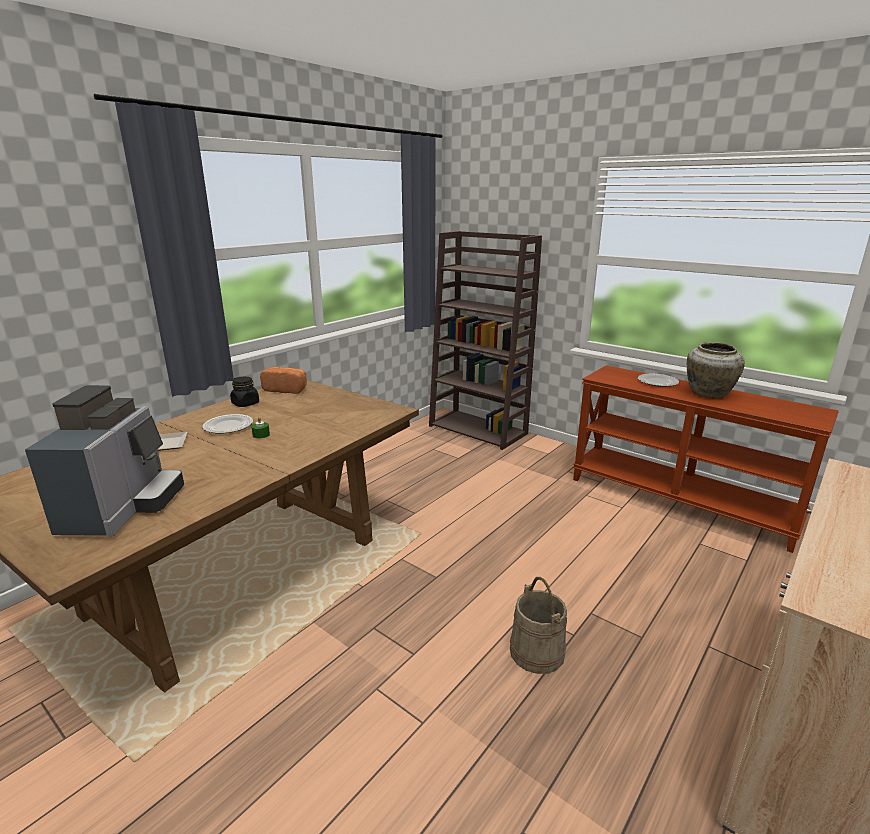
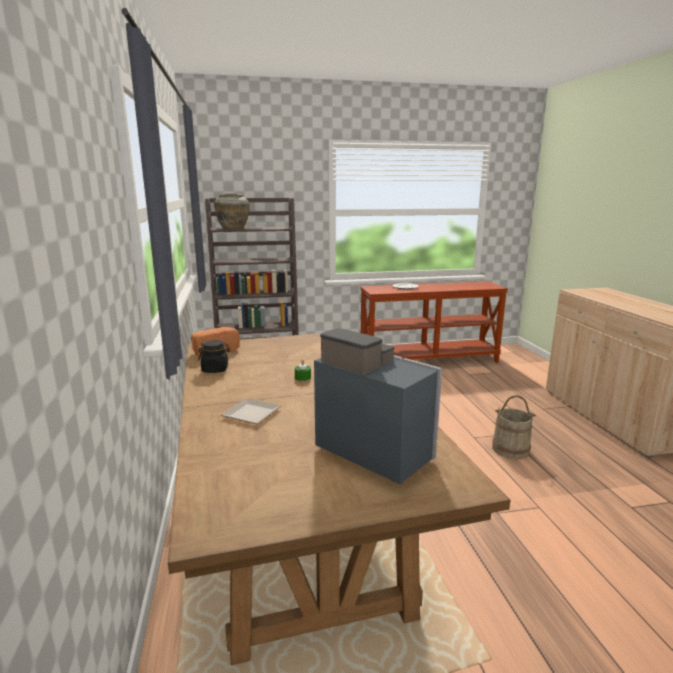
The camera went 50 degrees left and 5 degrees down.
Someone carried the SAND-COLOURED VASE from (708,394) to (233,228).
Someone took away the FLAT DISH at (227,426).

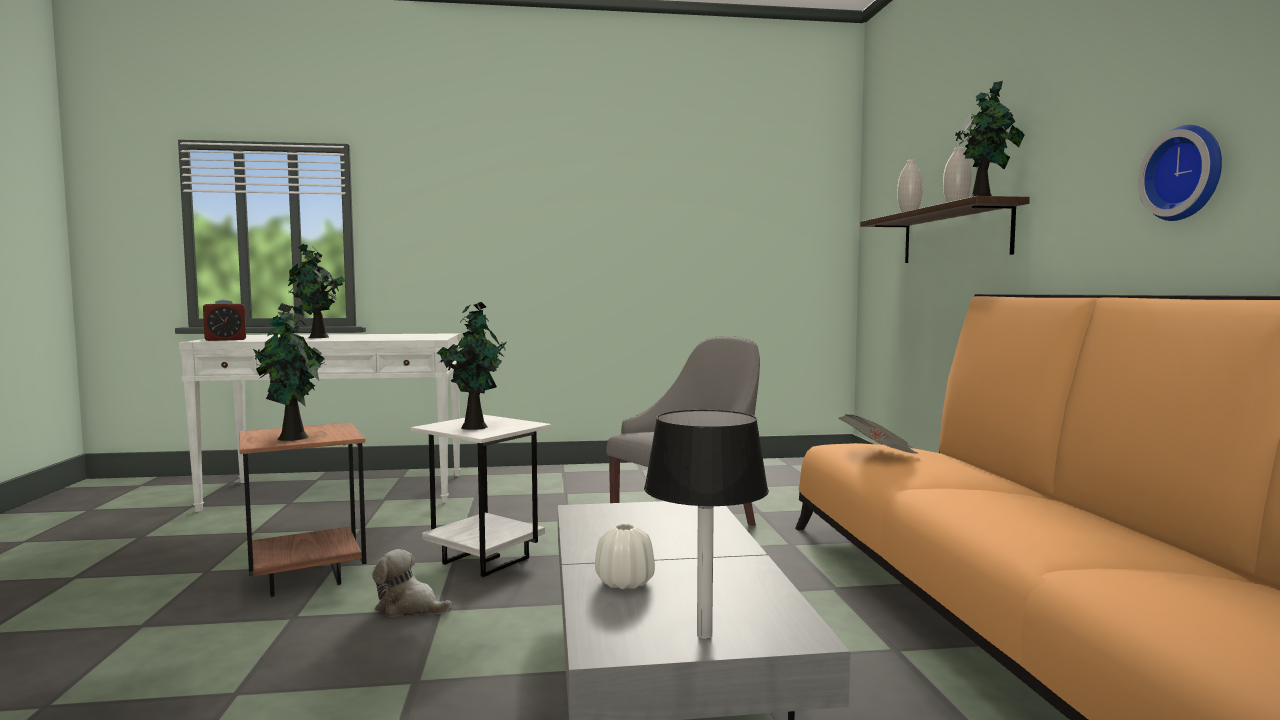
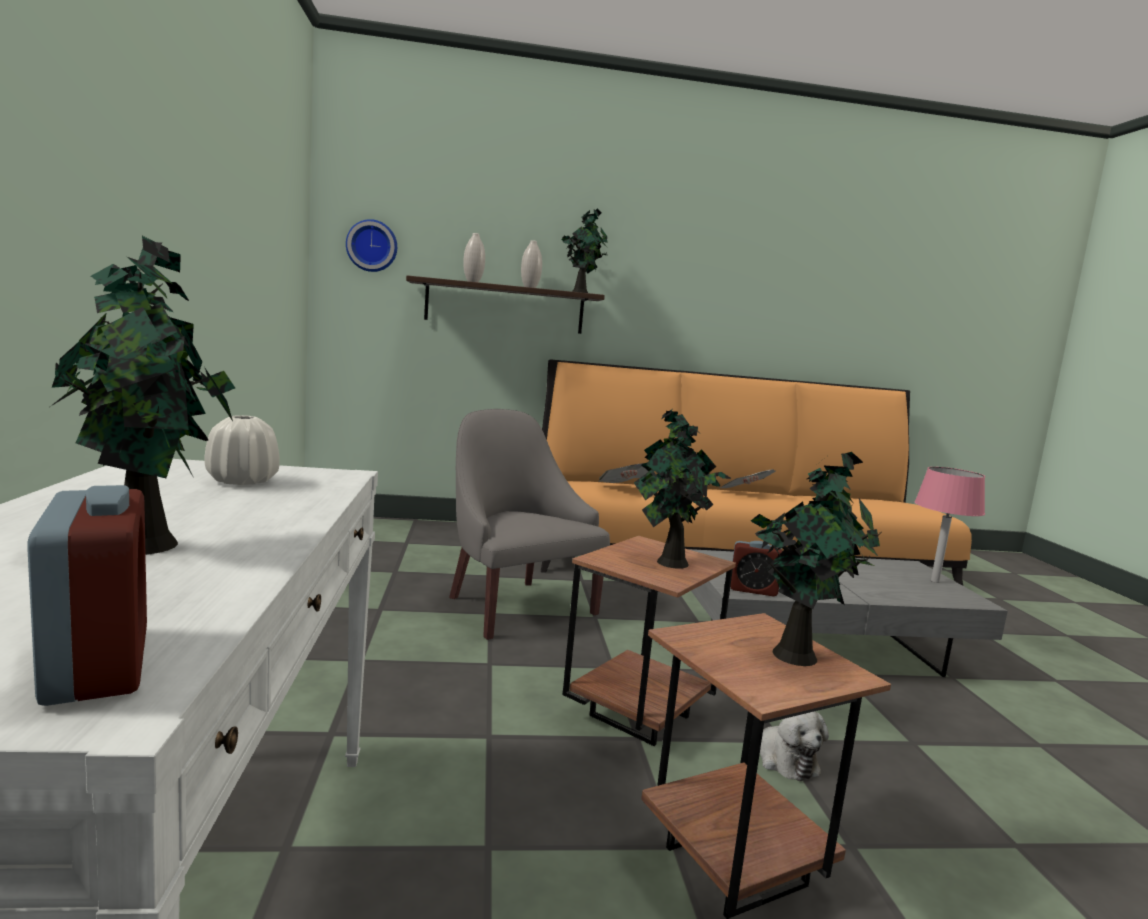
The camera went 90 degrees left and 5 degrees up.
Someone carried the HANGING CLOCK from (1186,173) to (372,246).
Someone repainted the BLACK TABLE LAMP at (705,635), which became the PINK TABLE LAMP at (934,581).
Someone repainted the WHITE-COLOURED END TABLE at (486,560), which became the BROWN-COLOURED END TABLE at (636,716).
Someone carried the WHITE-COLOURED VASE from (625,583) to (243,481).
Someone rotated the SOFT TOY at (409,607) by 45 degrees counterclockwise.
Someone put down the DAILY PAPER at (744,494).
Someone put down the ALARM CLOCK at (753,590).

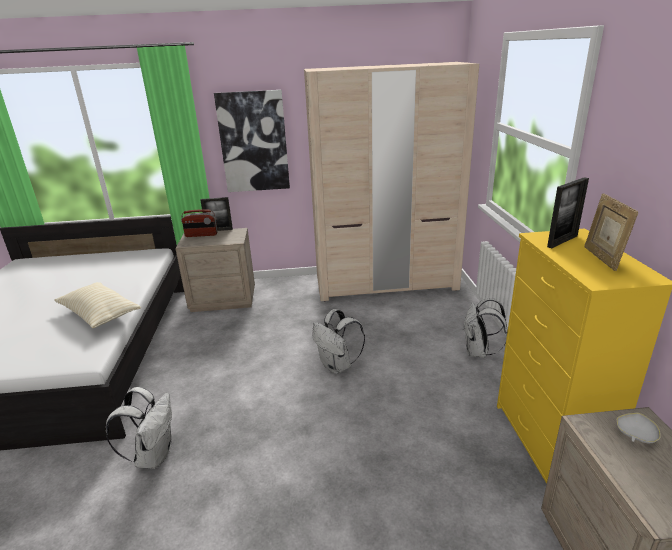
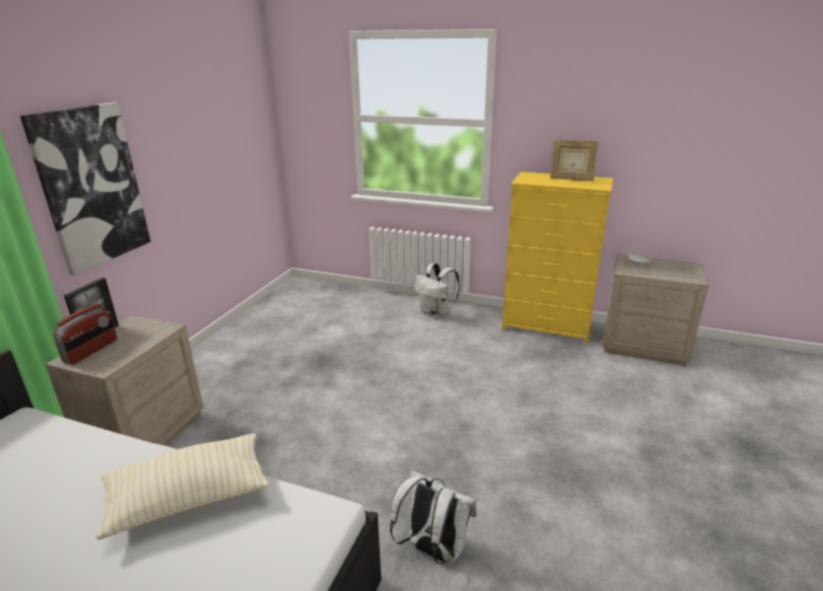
The camera went 65 degrees left and 0 degrees up.
Someone took away the SAND-COLOURED ARMOIRE at (385,283).
Someone took away the PHOTO FRAME at (562,241).
Someone took away the WHITE-COLOURED BACKPACK at (337,366).

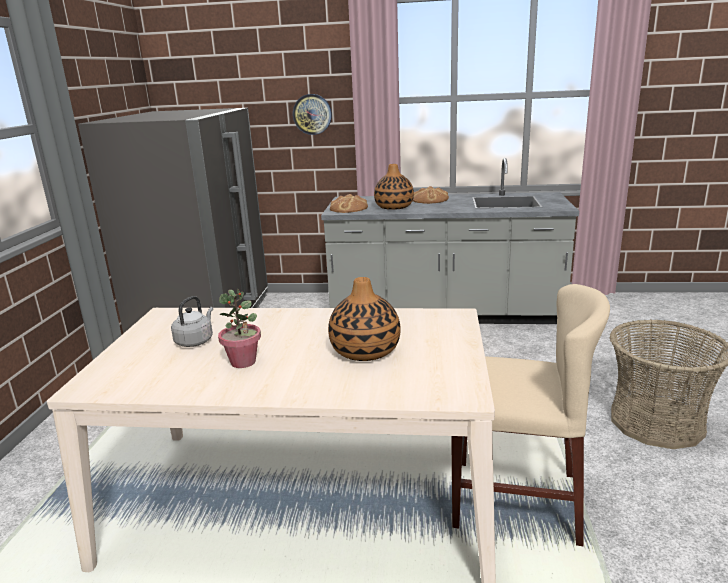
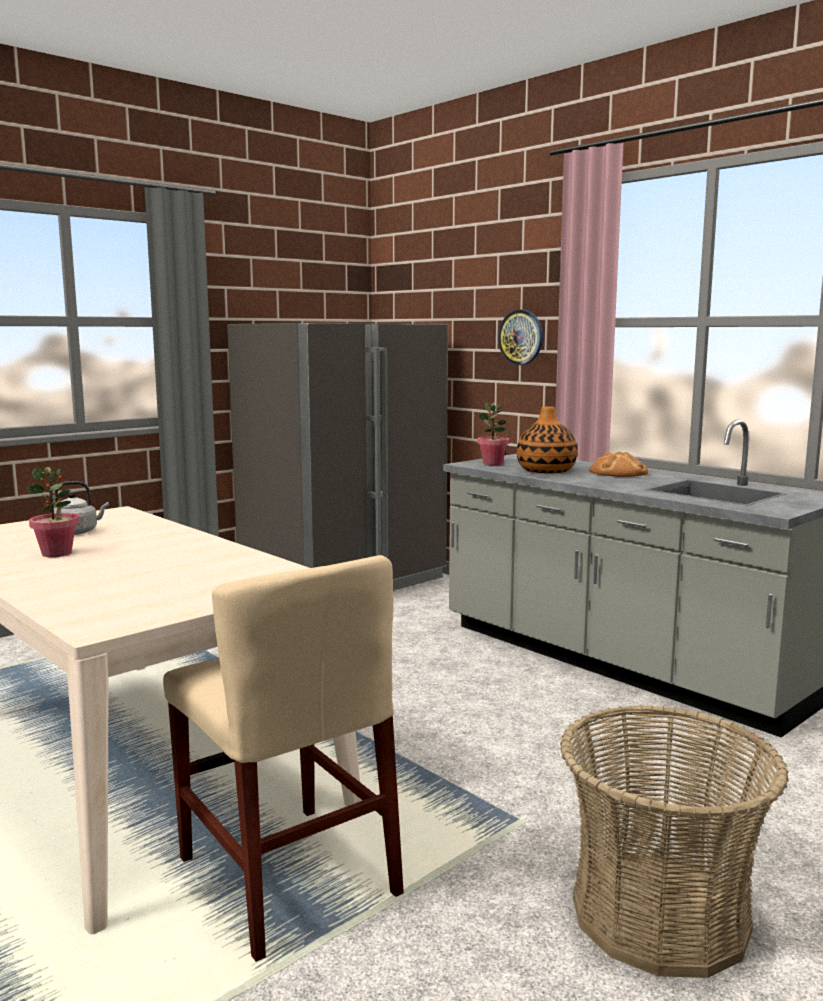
The camera went 40 degrees right and 10 degrees down.
Someone swapped the BAKERY BREAD at (348,208) for the HOUSEPLANT at (493,464).
Someone took away the VASE at (365,351).

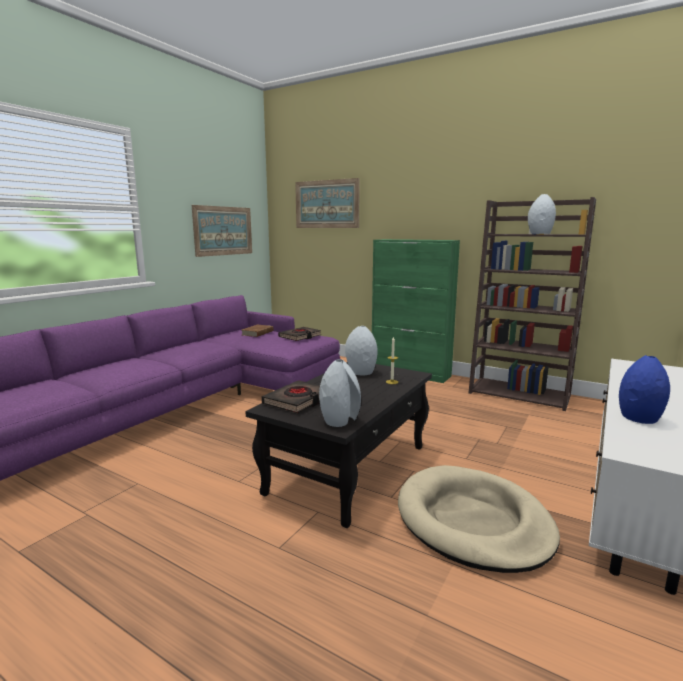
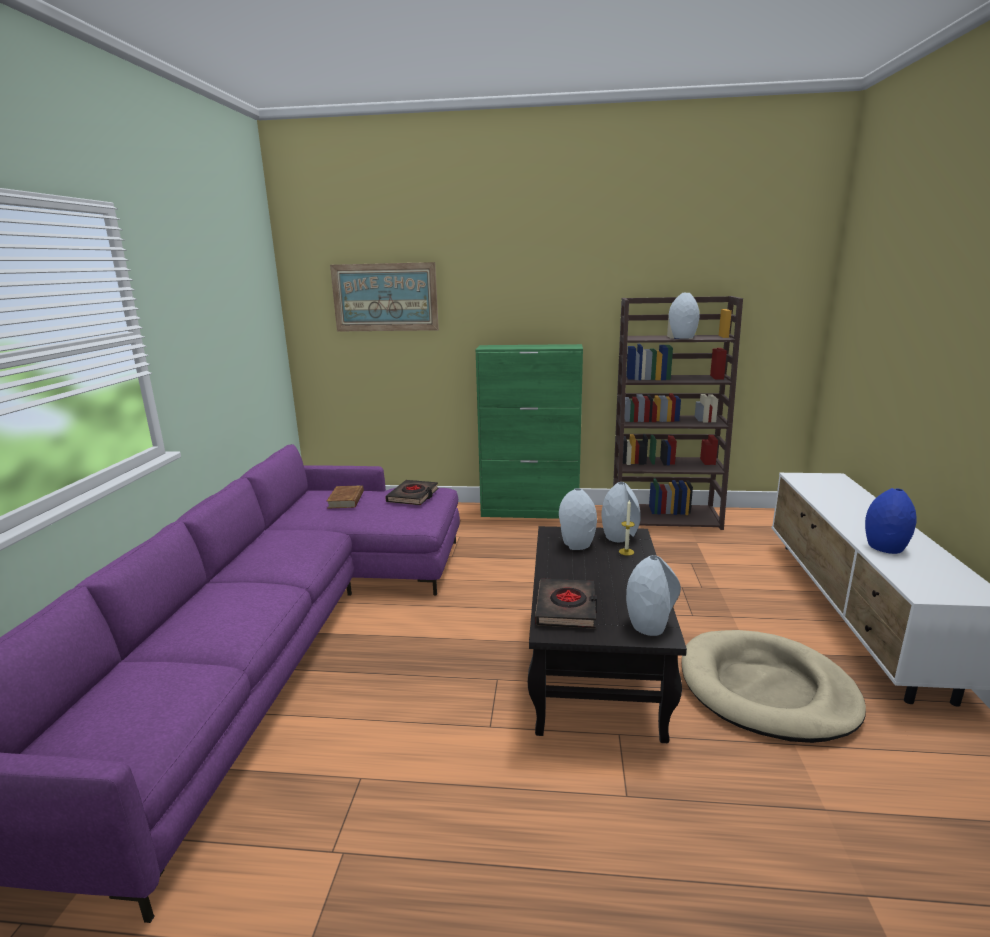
The camera went 25 degrees left and 5 degrees up.
Someone took away the WALL ART at (223,231).
Someone put down the GREY VASE at (619,536).

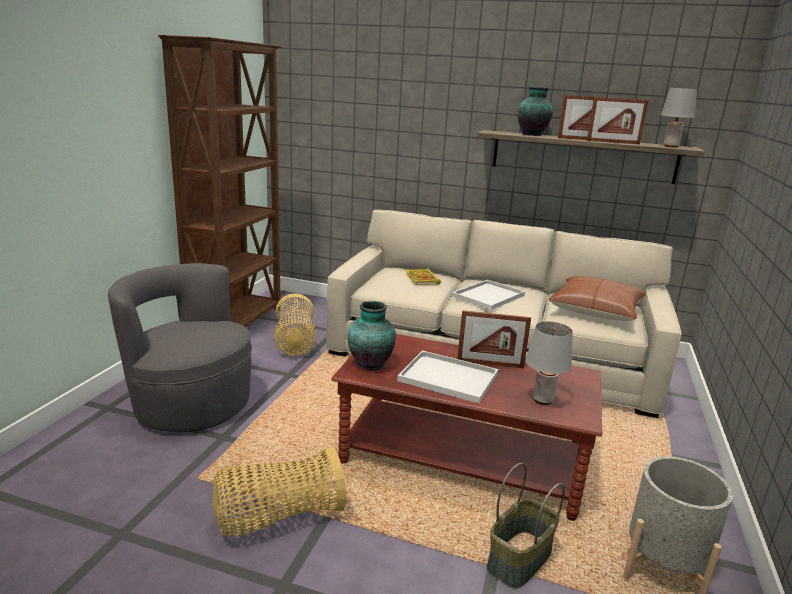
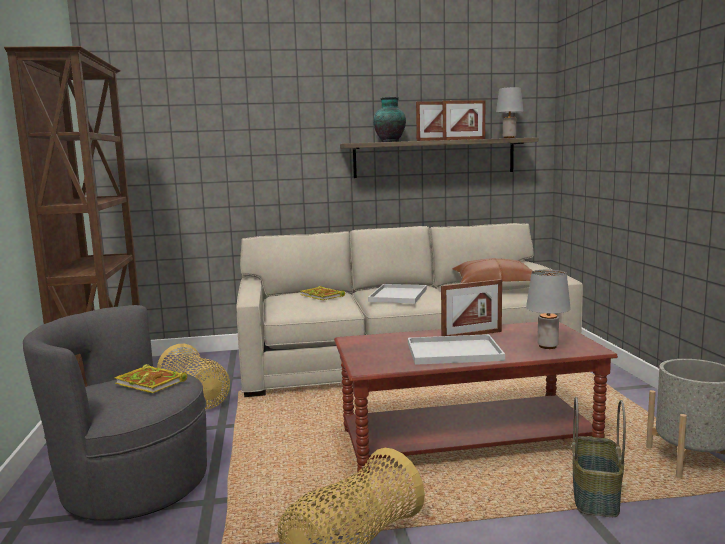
The camera went 25 degrees left and 10 degrees down.
Someone took away the VASE at (370,363).
Someone put down the BOOK at (152,382).

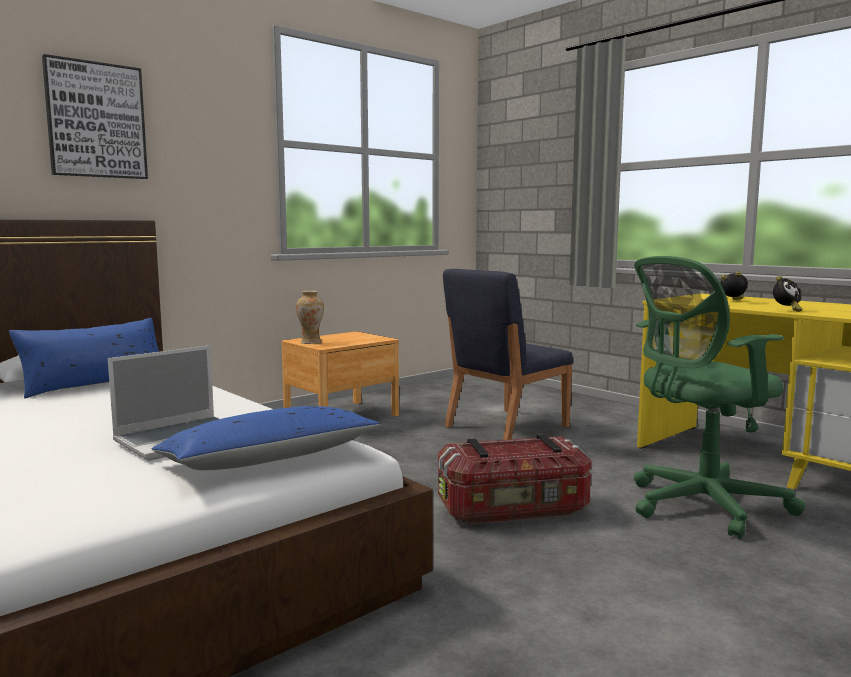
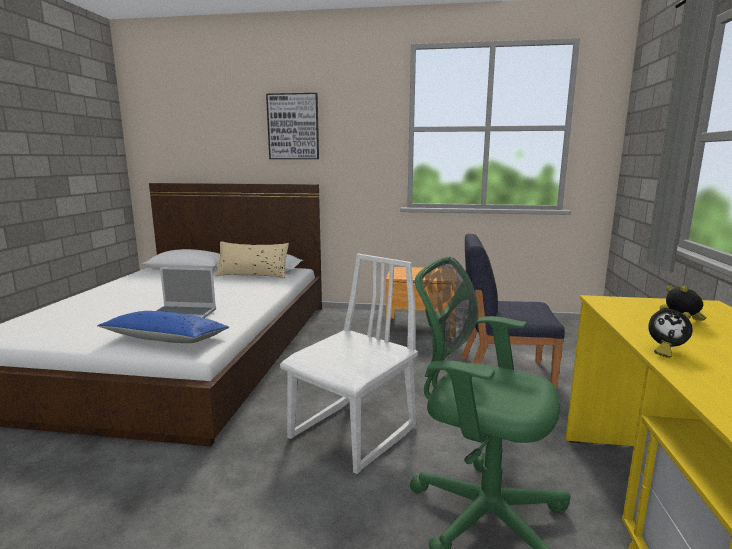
The camera went 50 degrees right and 5 degrees up.
Someone took away the VASE at (311,342).
Someone repainted the BLUE-COLOURED CUSHION at (95,384), which became the SAND-COLOURED CUSHION at (252,275).
Someone swapped the STORAGE CONTAINER at (513,510) for the WHITE-COLOURED CHAIR at (354,433).

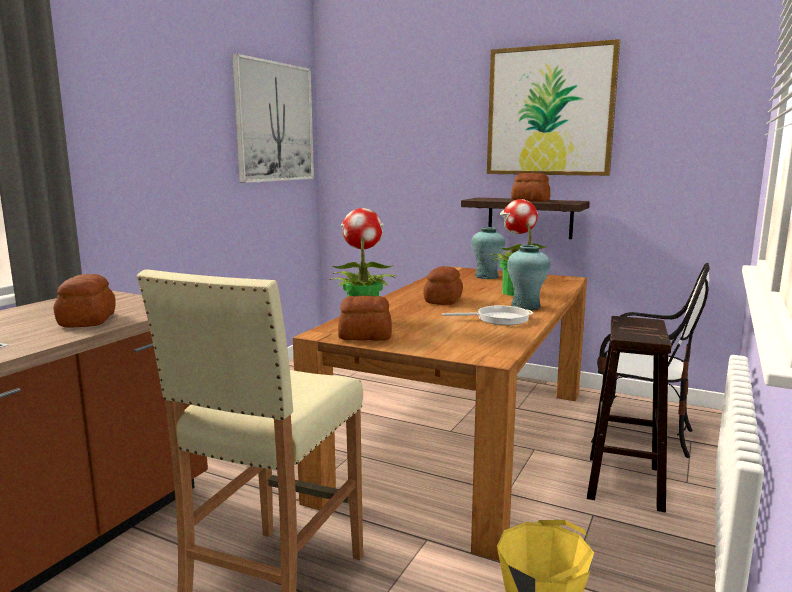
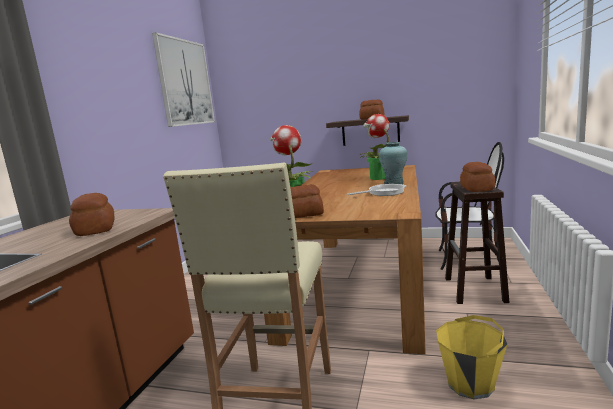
The camera went 10 degrees left and 0 degrees up.
Someone took away the WALL ART at (549,111).
Someone took away the TURQUOISE-COLOURED VASE at (486,276).
Someone carried the BAKERY BREAD from (444,300) to (477,188).

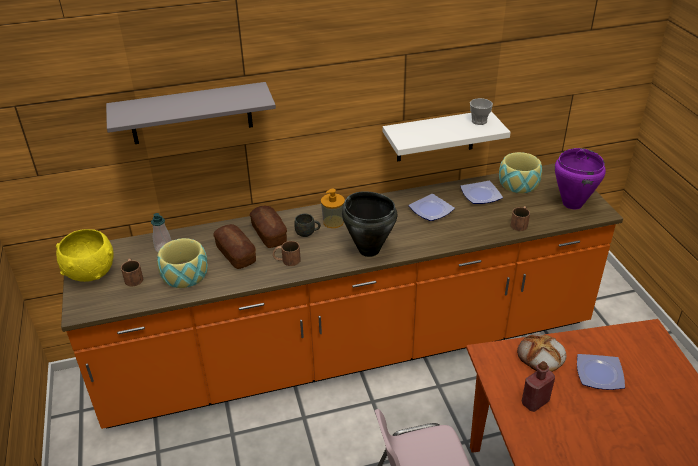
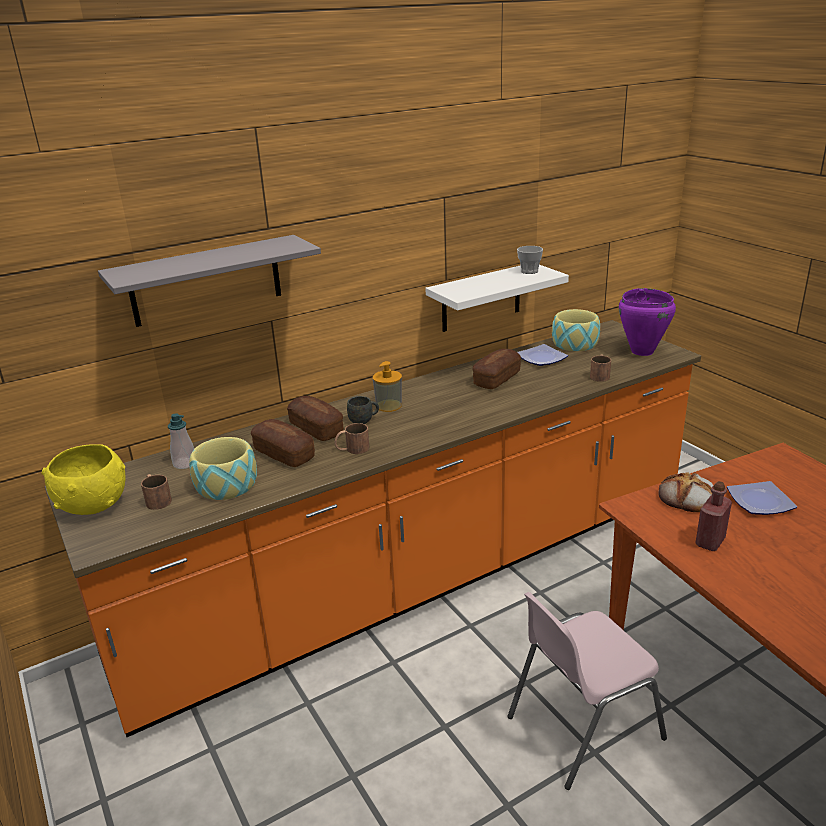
The camera went 15 degrees left and 10 degrees down.
Someone took away the BLACK COOKING POT at (369,250).
Someone swapped the FLAT DISH at (432,210) for the BAKERY BREAD at (496,379).

